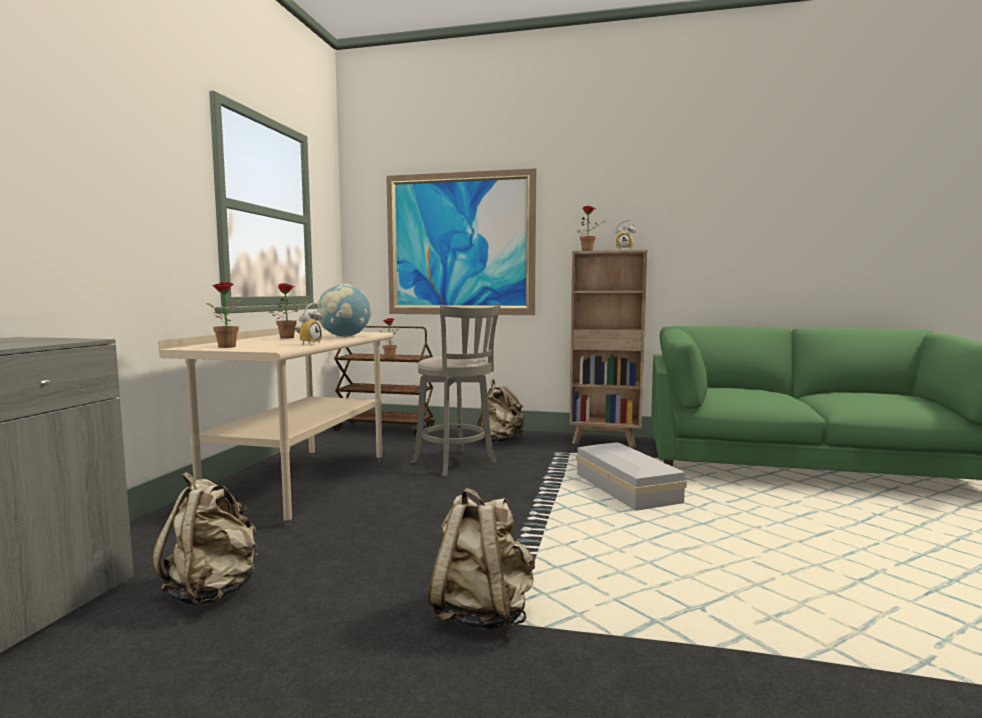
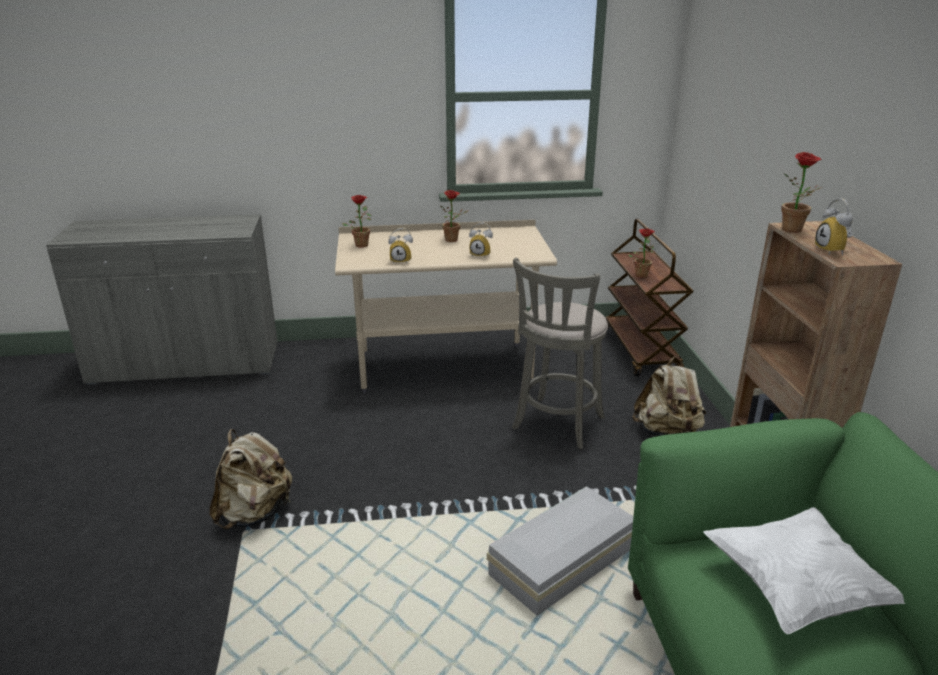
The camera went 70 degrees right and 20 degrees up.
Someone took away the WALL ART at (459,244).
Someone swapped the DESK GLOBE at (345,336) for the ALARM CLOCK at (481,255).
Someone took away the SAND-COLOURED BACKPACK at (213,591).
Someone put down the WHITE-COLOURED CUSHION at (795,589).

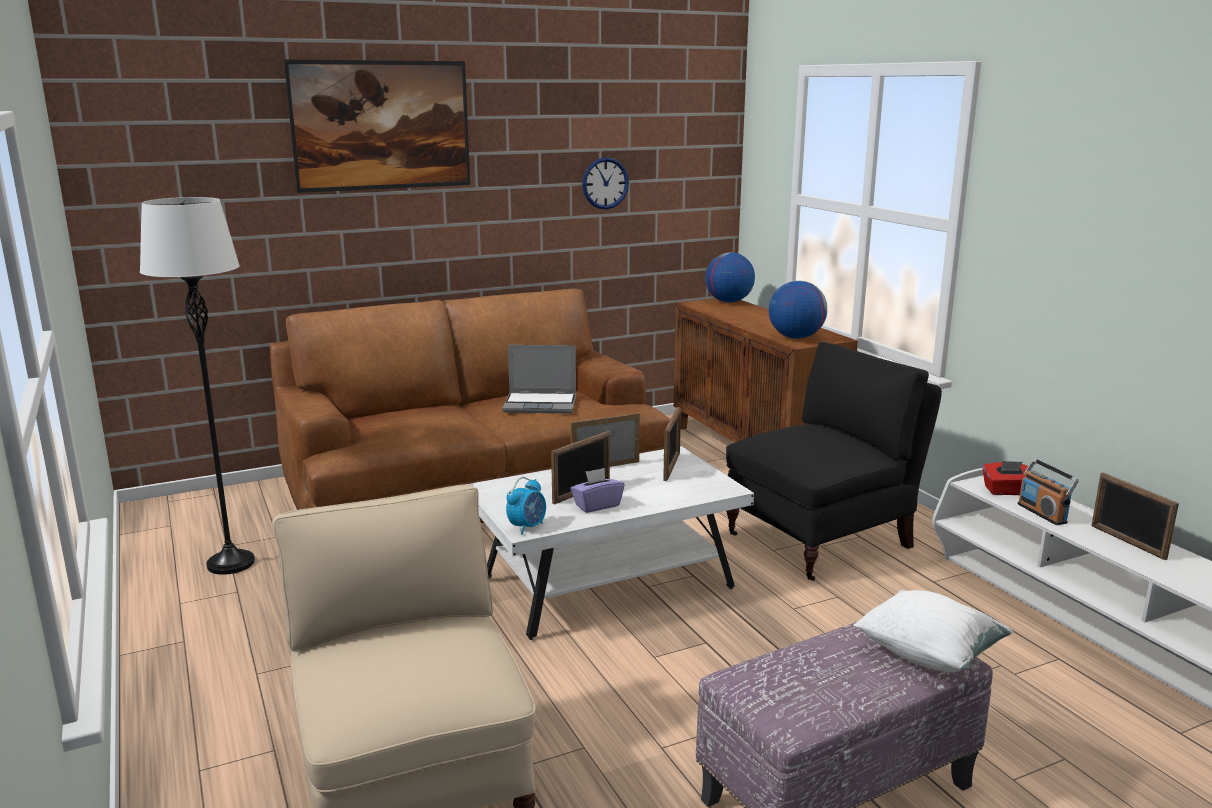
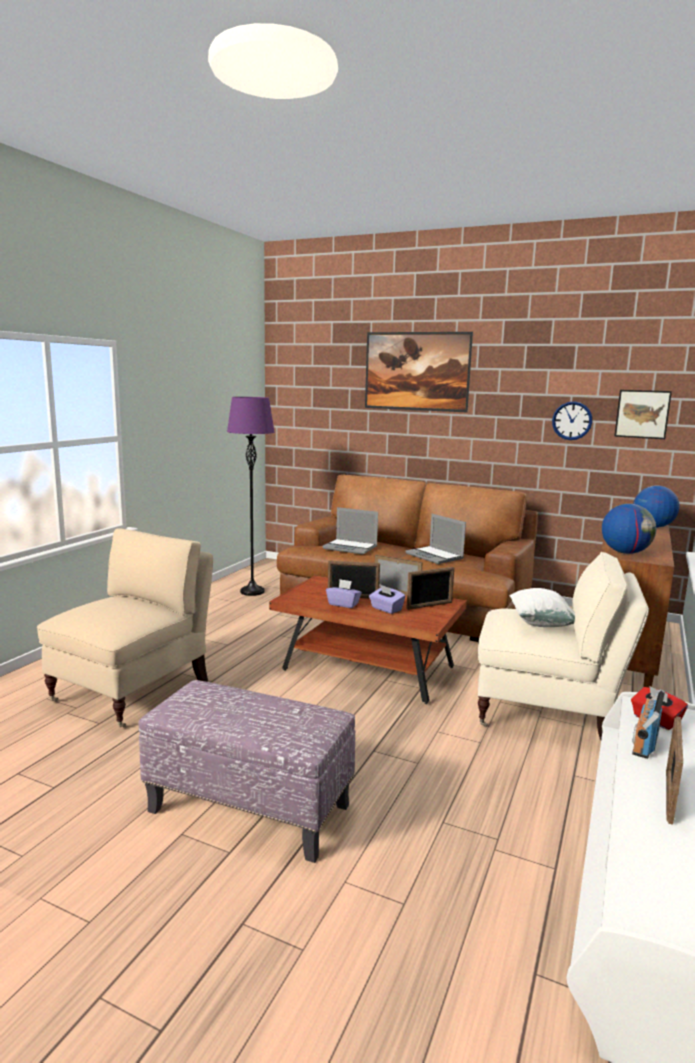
The camera went 50 degrees right and 5 degrees down.
Someone repainted the WHITE-COLOURED STANDARD LAMP at (231,563), which became the PURPLE STANDARD LAMP at (252,591).
Someone repainted the BLACK ARMCHAIR at (823,540), which became the SAND-COLOURED ARMCHAIR at (548,714).
Someone repainted the WHITE-COLOURED COFFEE TABLE at (607,585), which became the BROWN-COLOURED COFFEE TABLE at (368,669).
Someone took away the ALARM CLOCK at (527,527).
Someone carried the WHITE-COLOURED CUSHION from (928,655) to (541,623).
Someone put up the WALL ART at (642,414).
Someone put down the PORTABLE COMPUTER at (351,547).
Someone put down the PURPLE BOX OF TISSUES at (386,609).

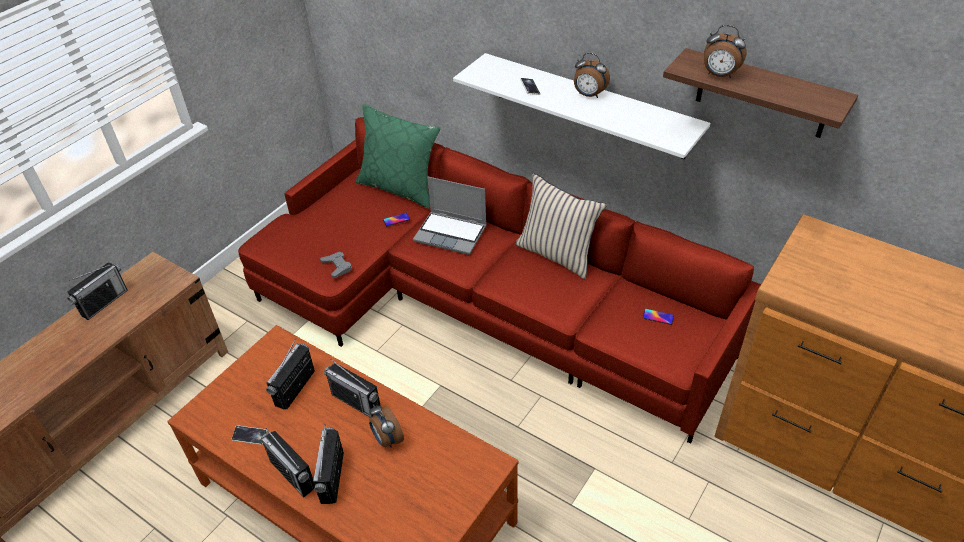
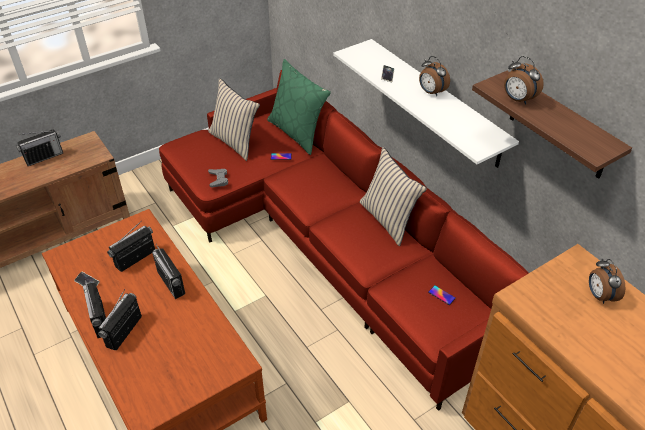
The camera went 20 degrees right and 0 degrees up.
Someone took away the PORTABLE COMPUTER at (451,233).
Someone carried the ALARM CLOCK from (387,439) to (599,295).
Someone put down the SAND-COLOURED CUSHION at (235,142).

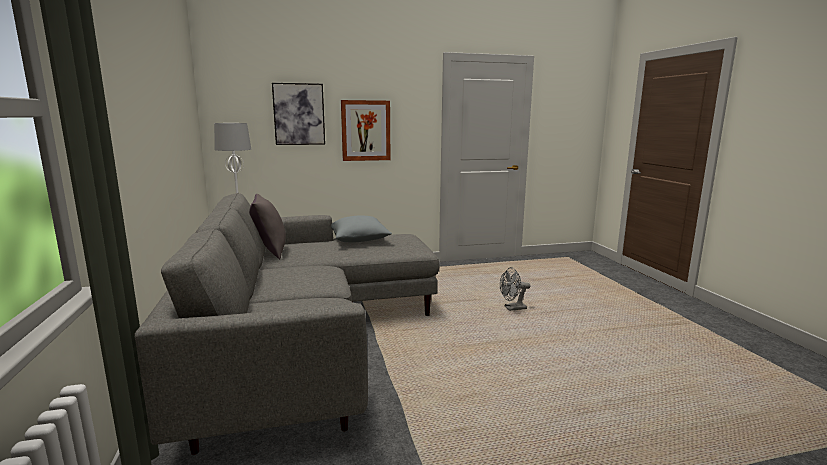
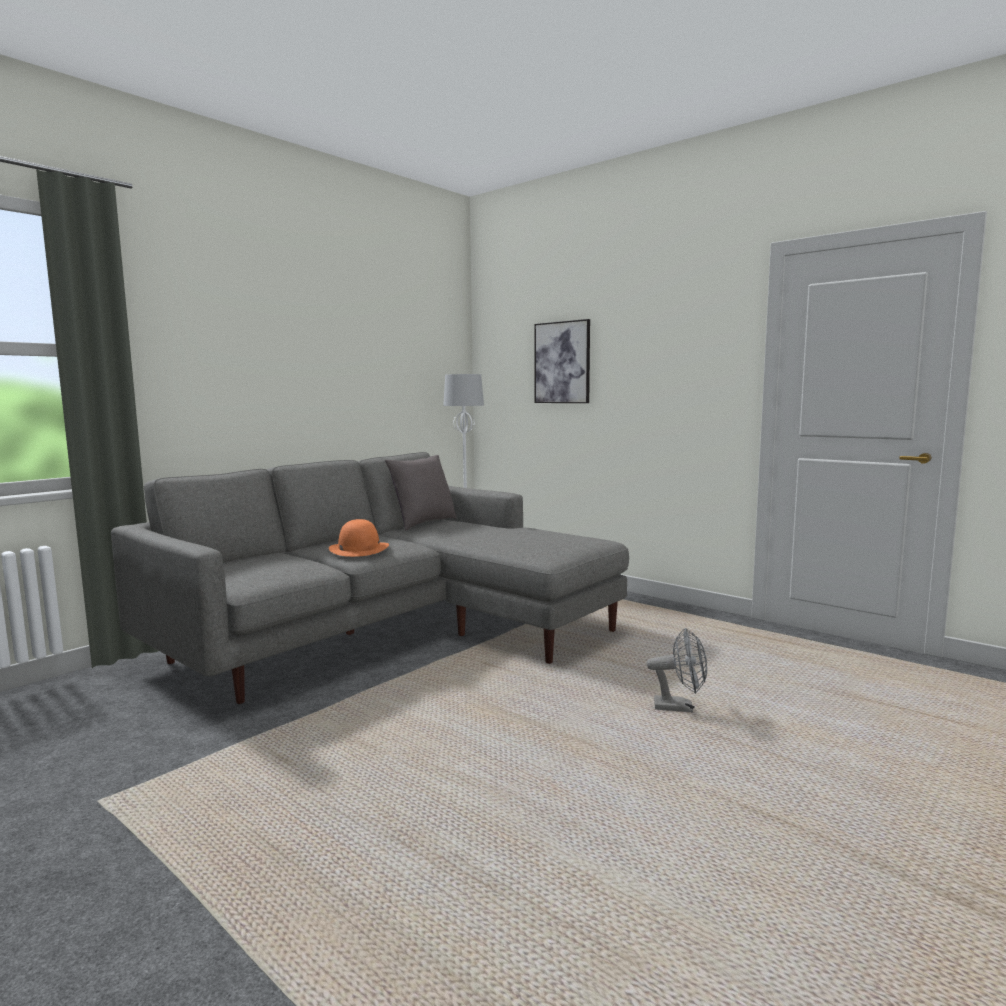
The camera went 55 degrees right and 5 degrees down.
Someone took away the WALL ART at (365,130).
Someone took away the GREY CUSHION at (359,240).
Someone rotated the GREY ELECTRIC FAN at (512,308) by 150 degrees clockwise.
Someone put down the ORANGE CLOTHING HAT at (359,549).

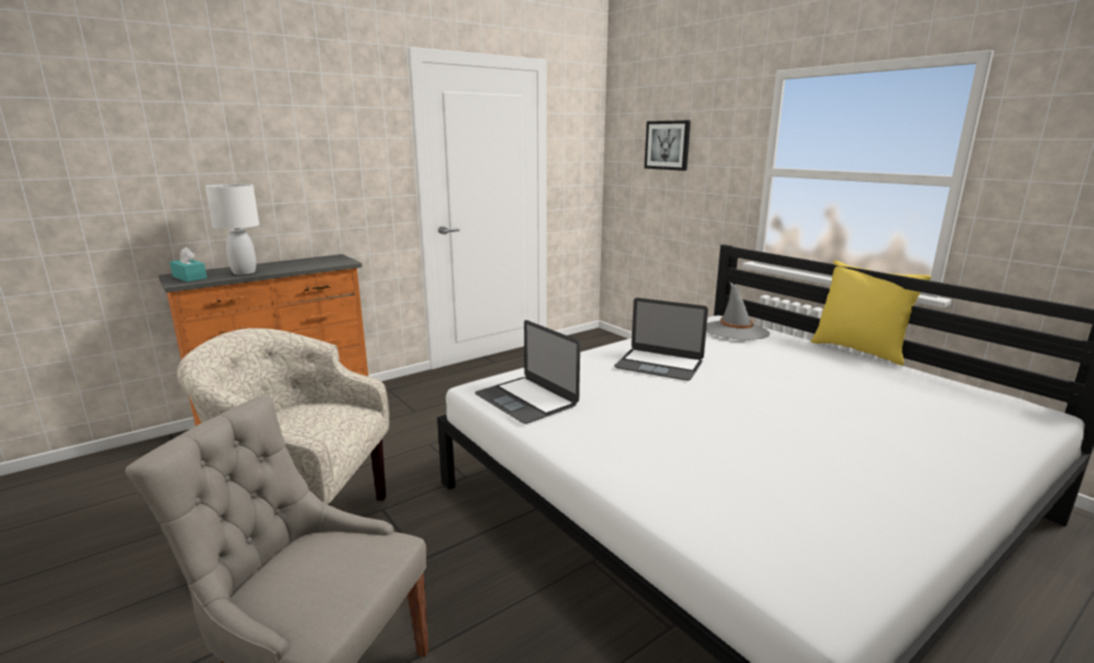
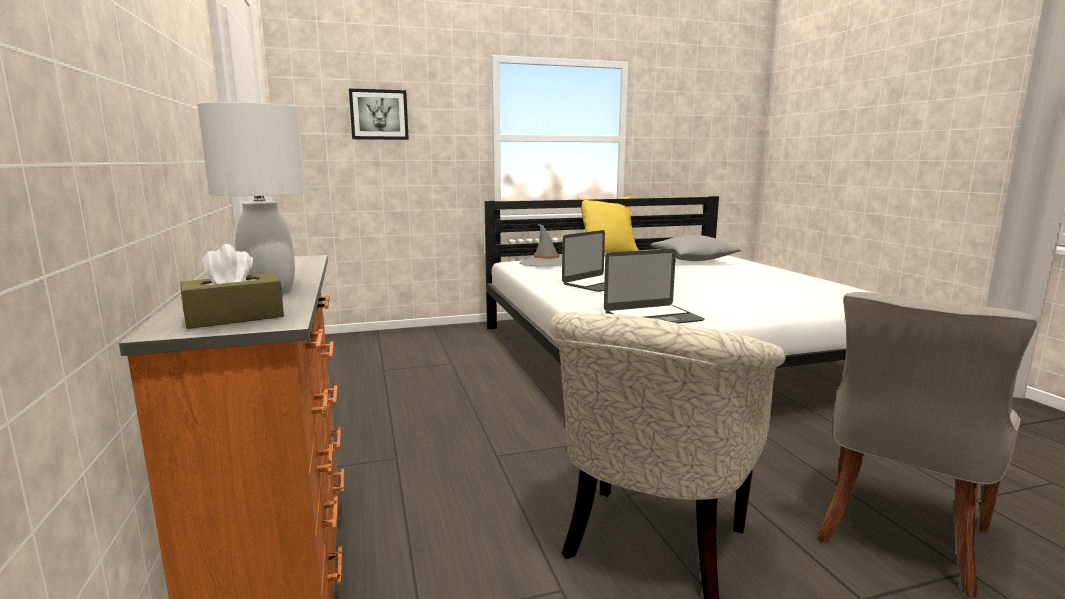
The camera went 70 degrees left and 5 degrees down.
Someone repainted the TURQUOISE-COLOURED BOX OF TISSUES at (189,277), which became the BROWN-COLOURED BOX OF TISSUES at (235,317).
Someone put down the GREY CUSHION at (693,260).

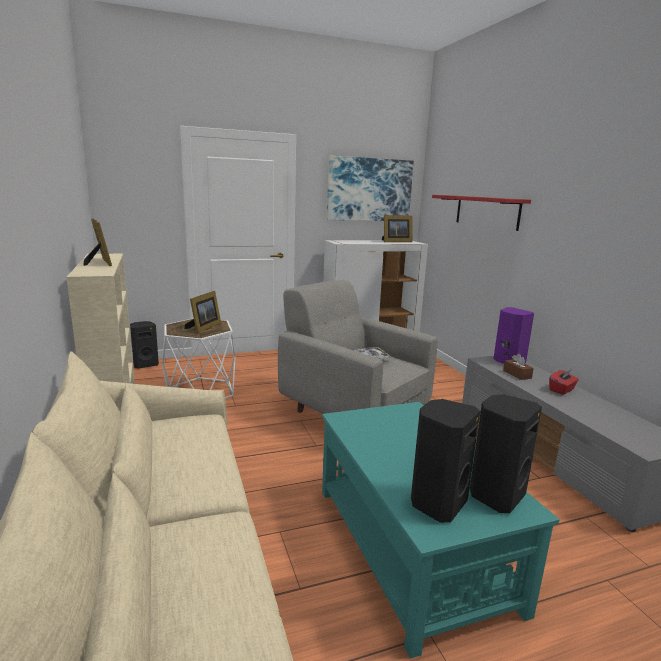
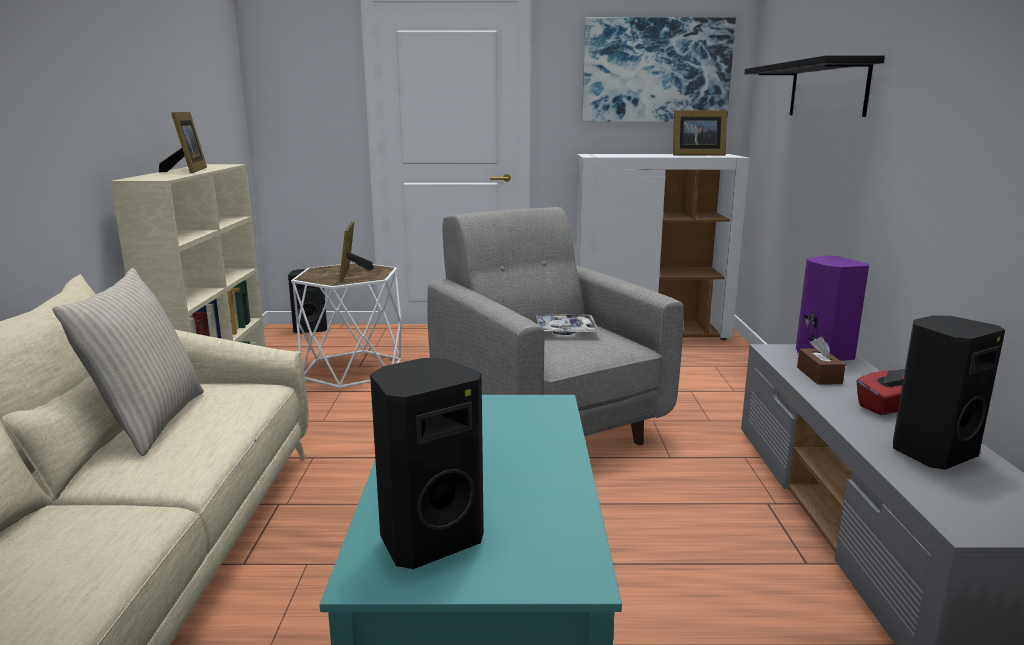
The camera went 20 degrees right and 0 degrees up.
Someone repainted the RED WALL SHELF at (486,211), which became the BLACK WALL SHELF at (827,89).
Someone rotated the PHOTO FRAME at (203,327) by 135 degrees clockwise.
Someone carried the BLACK LOUDSPEAKER from (495,495) to (930,453).
Someone put down the SAND-COLOURED CUSHION at (148,422).

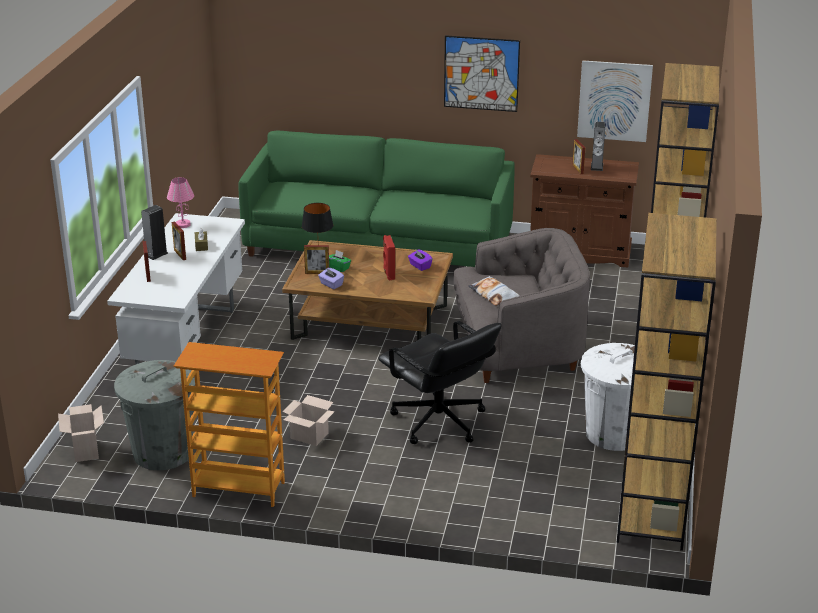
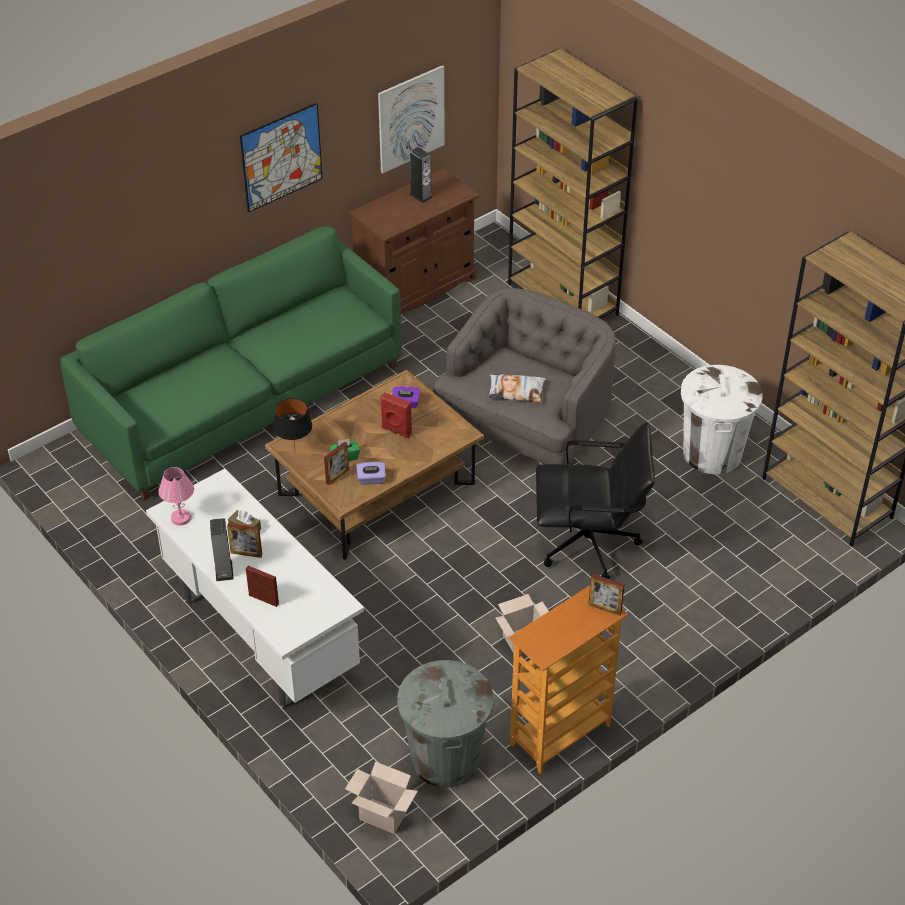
The camera went 50 degrees left and 15 degrees up.
Someone carried the PHOTO FRAME from (578,169) to (604,608).

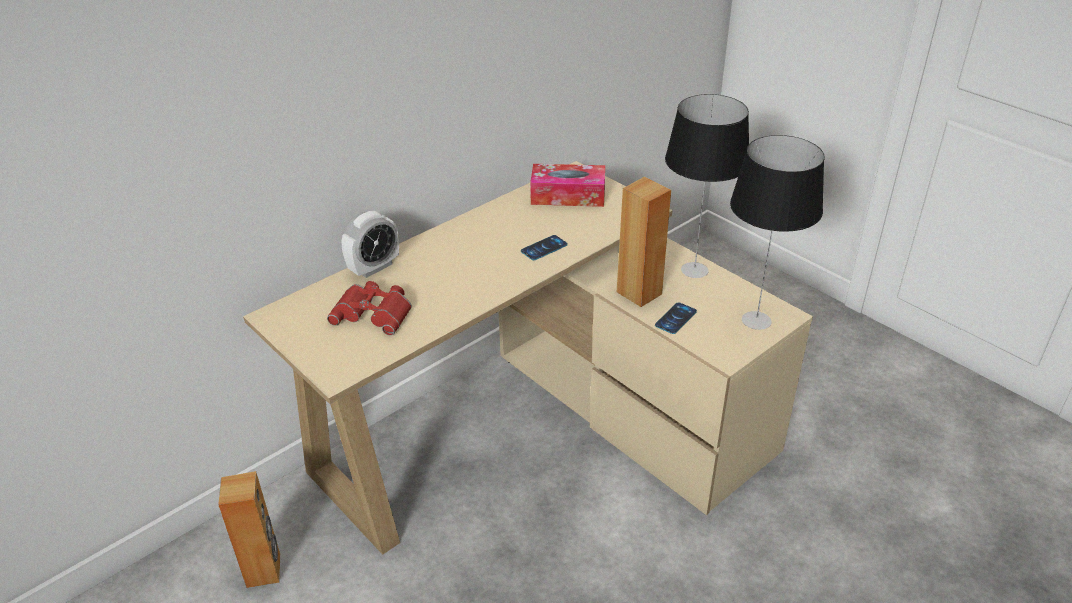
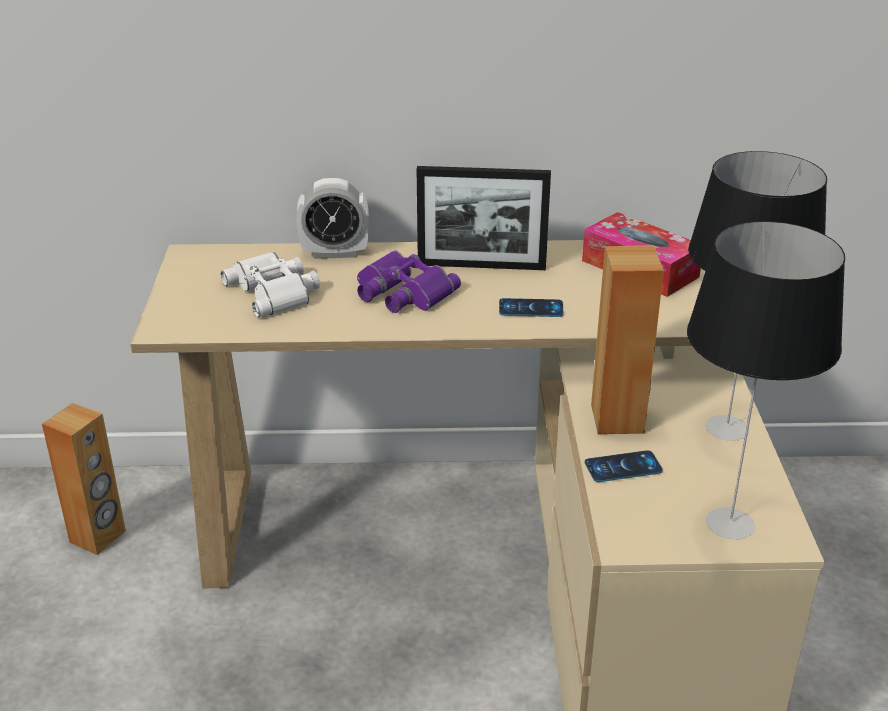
The camera went 40 degrees right and 5 degrees down.
Someone repainted the RED BINOCULARS at (374,312), which became the WHITE-COLOURED BINOCULARS at (275,291).
Someone put down the PHOTO FRAME at (481,266).
Someone put down the PURPLE BINOCULARS at (401,292).

